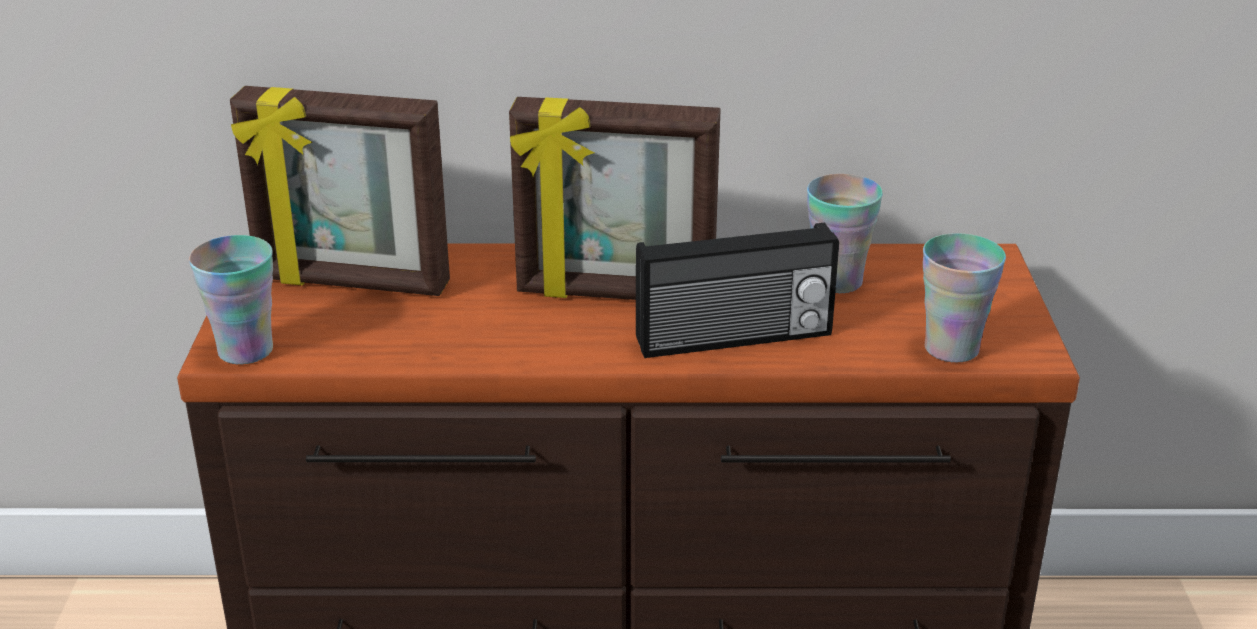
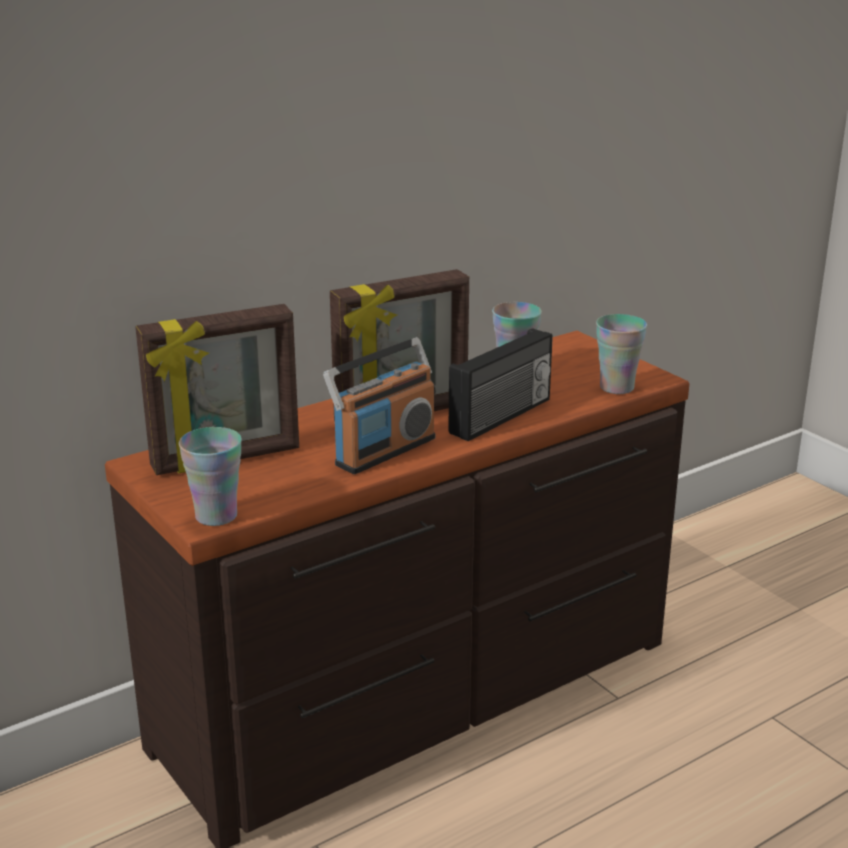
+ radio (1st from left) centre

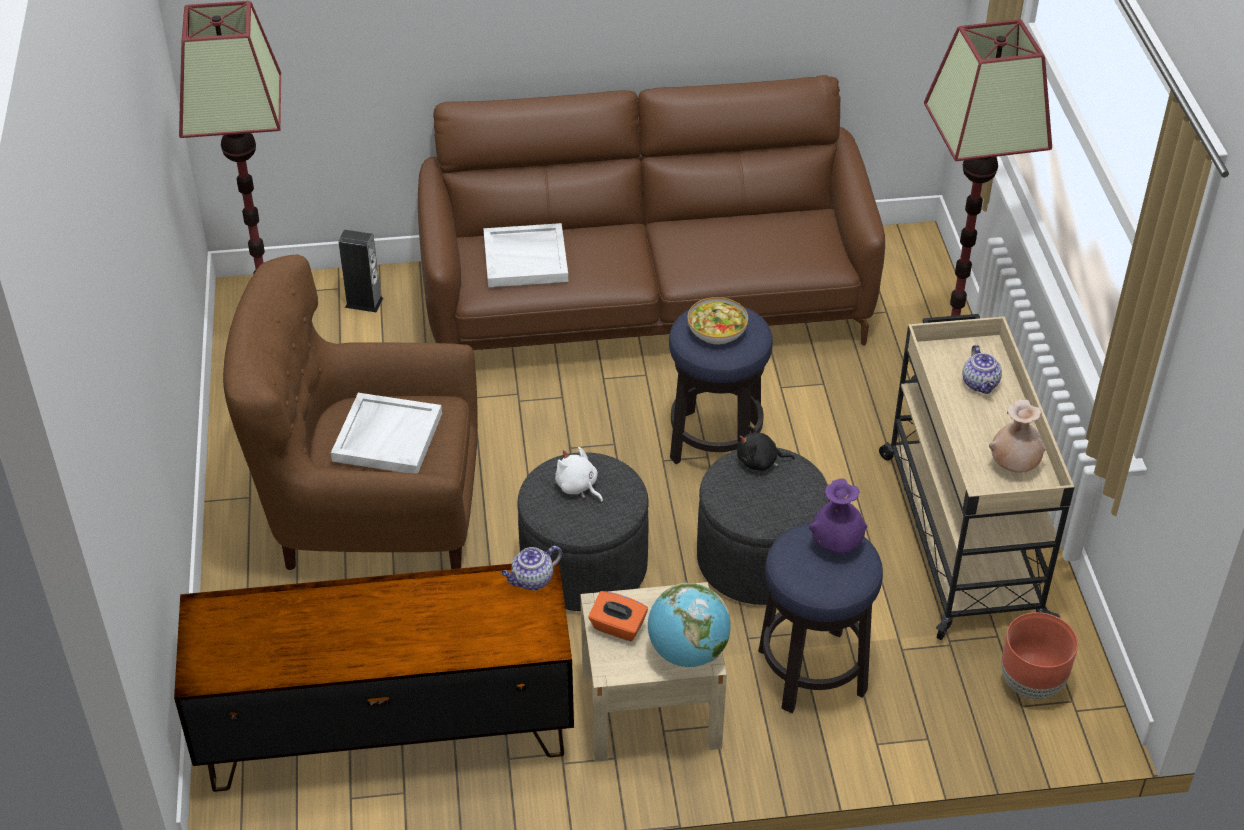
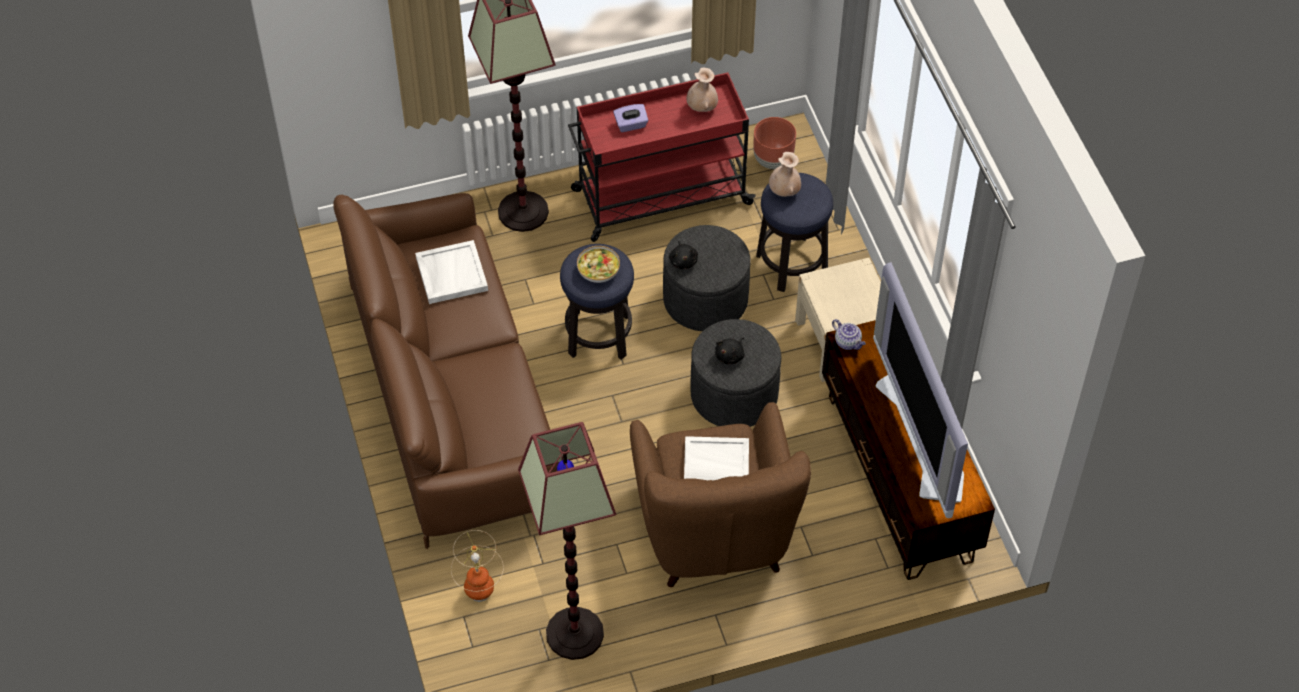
~ speaker top left to table lamp bottom centre
~ tray (white) (2nd from left in the first image) top centre to tray (white) (1st from left) centre
~ plush toy (white) centre to plush toy (black) (2nd from left) centre
- tissue box (orange) bottom centre
- globe bottom centre
~ vase (purple) middle right to vase (beige) (2nd from left) top centre
~ cart (beige) middle right to cart (red) top centre
~ teapot (2nd from left) middle right to tissue box (purple) top centre
+ television middle right

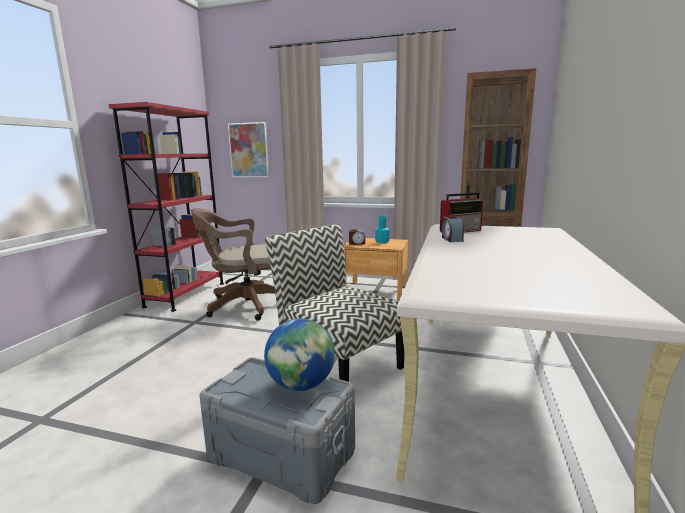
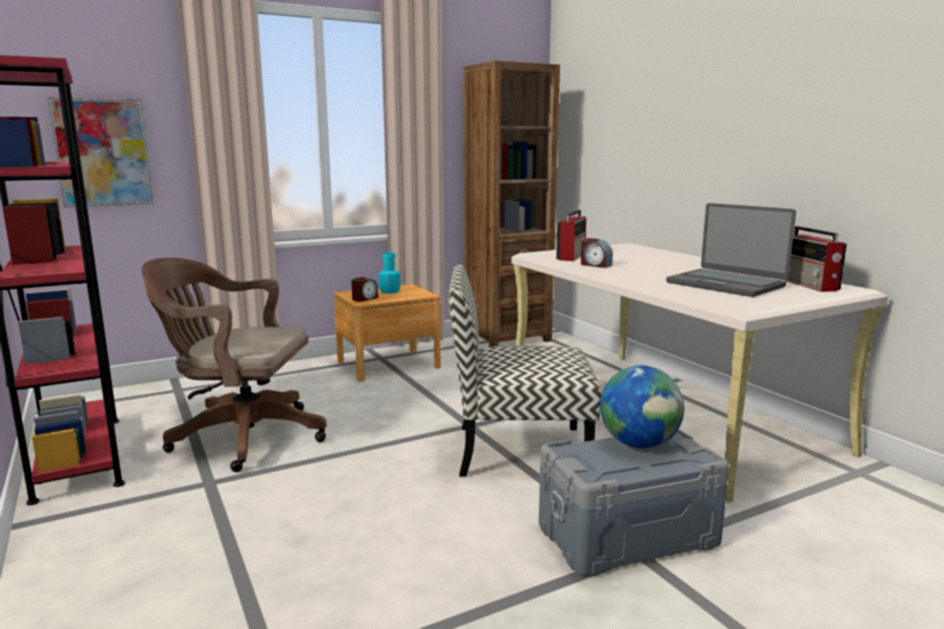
~ office chair (brown) centre = middle left 60 degrees clockwise
+ laptop middle right
+ radio (2nd from left) middle right

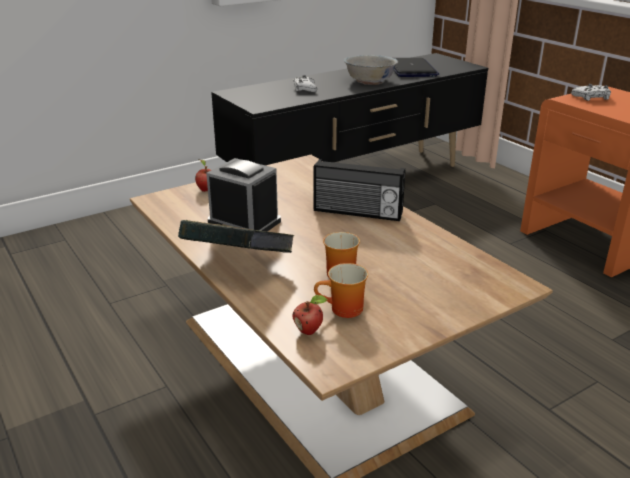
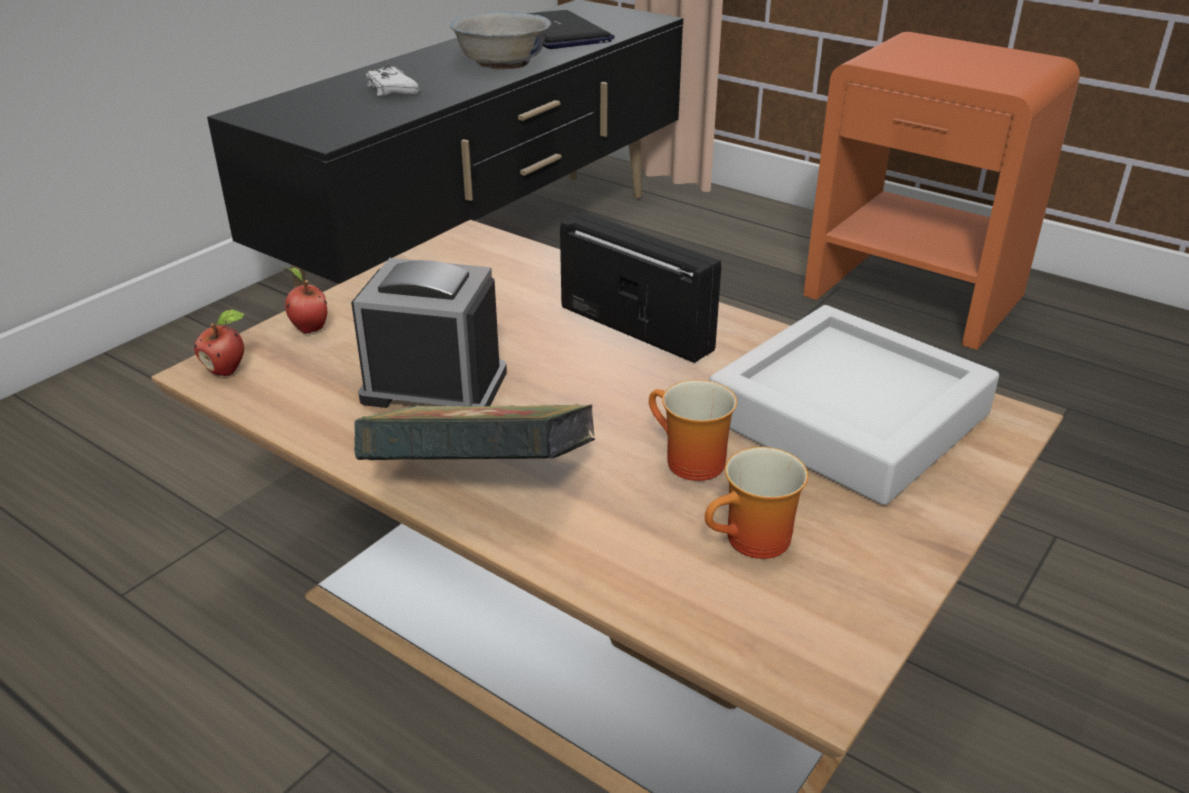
~ apple (2nd from left in the first image) centre to apple (1st from left) middle left
~ radio centre = centre 135 degrees counterclockwise
- game controller (white) (2nd from left) top right
+ tray (grey) middle right

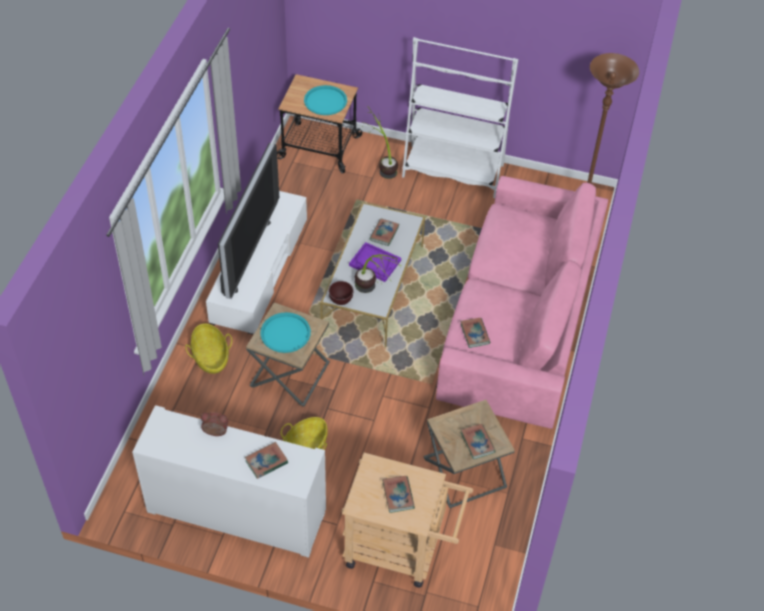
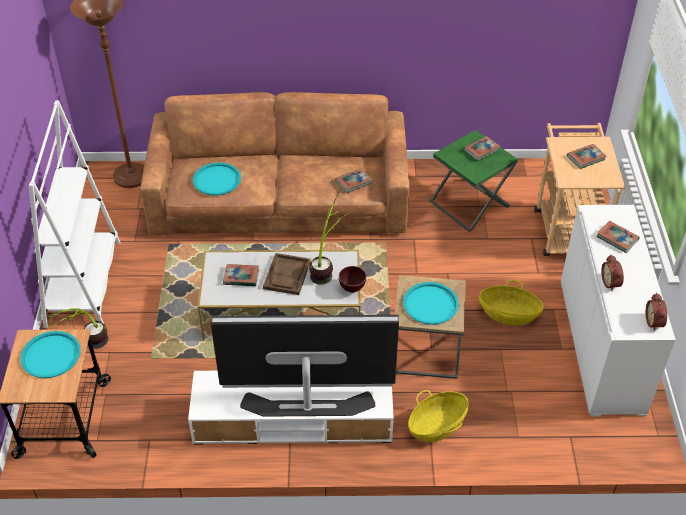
~ tray (purple) centre to tray (brown) centre
~ side table (brown) (2nd from left) bottom centre to side table (green) middle right
~ sofa (pink) middle right to sofa (brown) top centre
+ tray (turquoise) (2nd from left) middle left
+ alarm clock (2nd from left) middle right

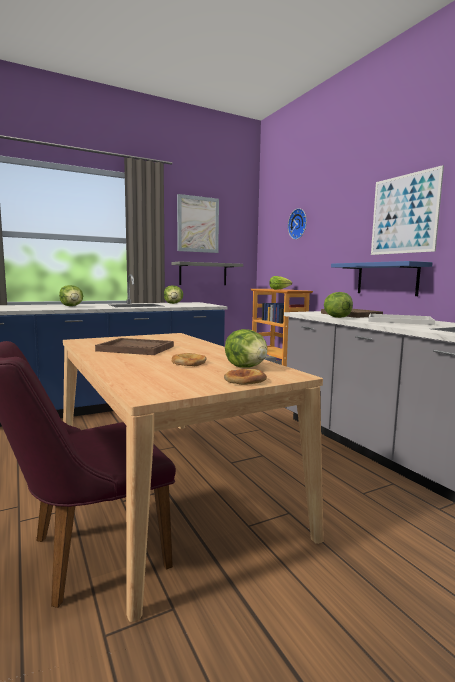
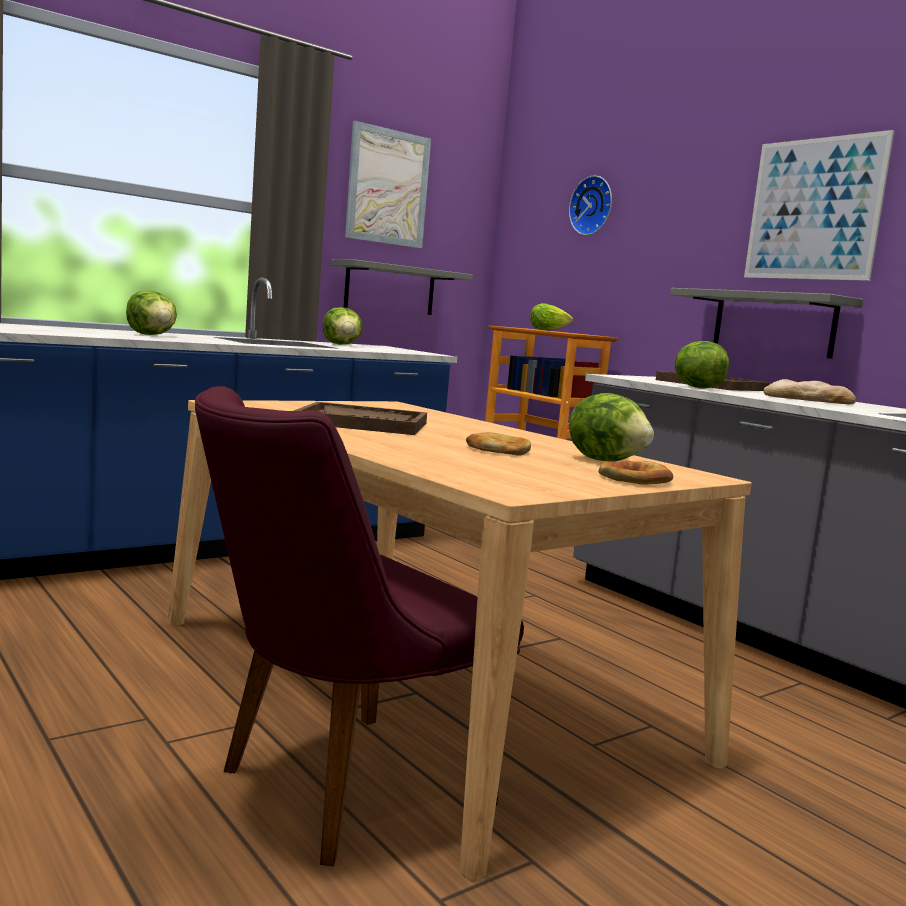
~ shelf (blue) middle right to shelf (grey) (2nd from left) middle right
~ tray (white) middle right to bread (3rd from left) middle right

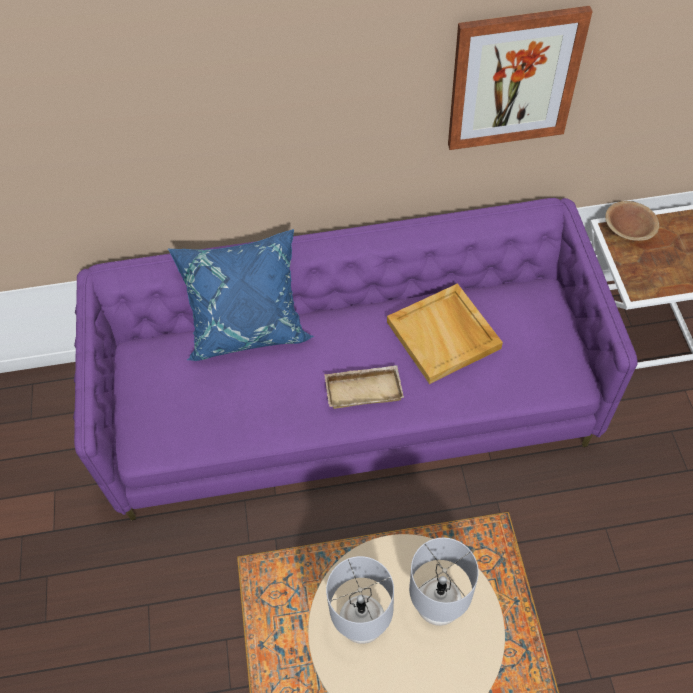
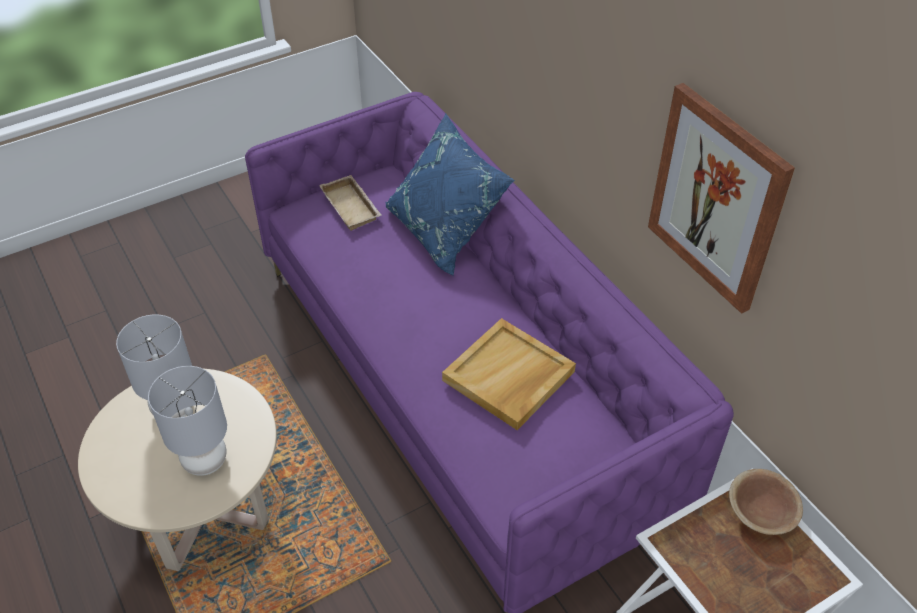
~ tray (beige) (1st from left) centre to top centre

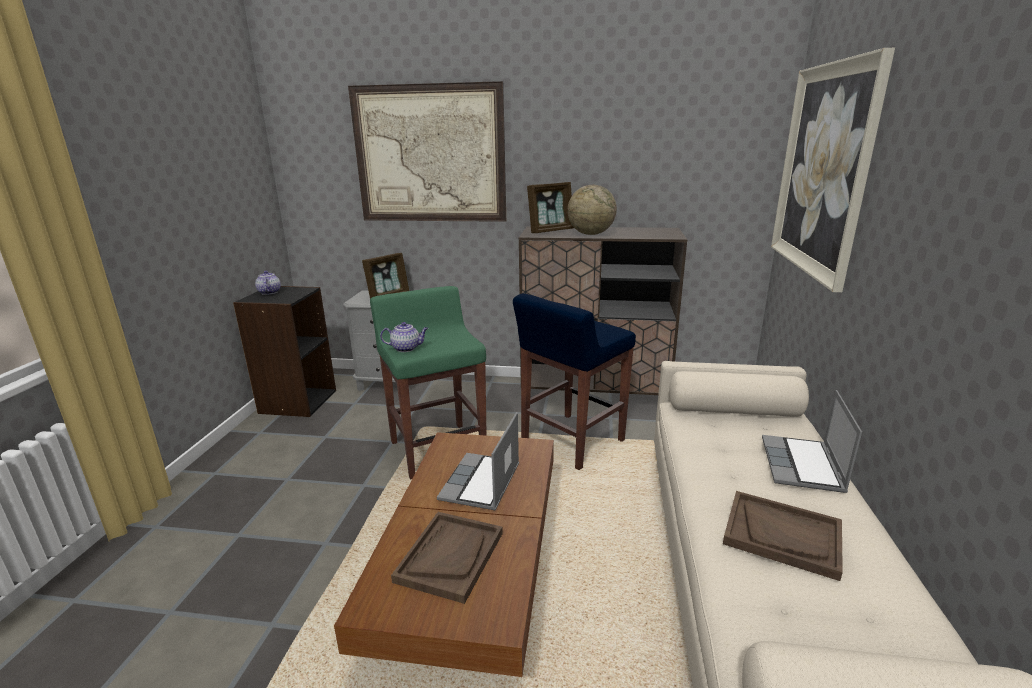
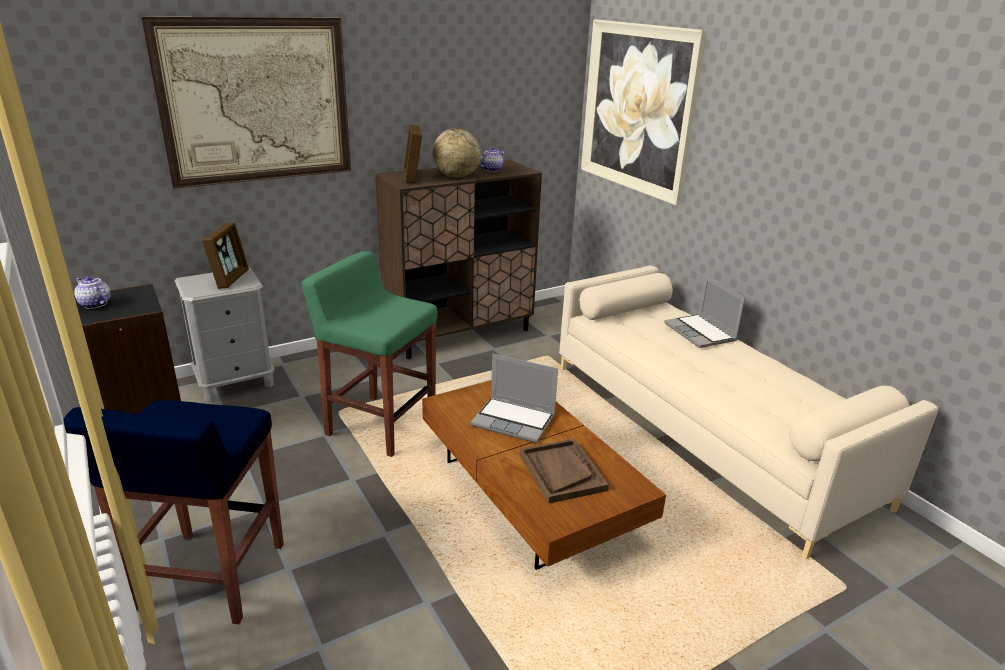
~ teapot (2nd from left) centre to top centre
~ laptop (1st from left) bottom centre = centre 45 degrees counterclockwise
~ stool (blue) centre to bottom left
~ picture frame (2nd from left) top centre = top centre 150 degrees clockwise
- tray (brown) (2nd from left) bottom right

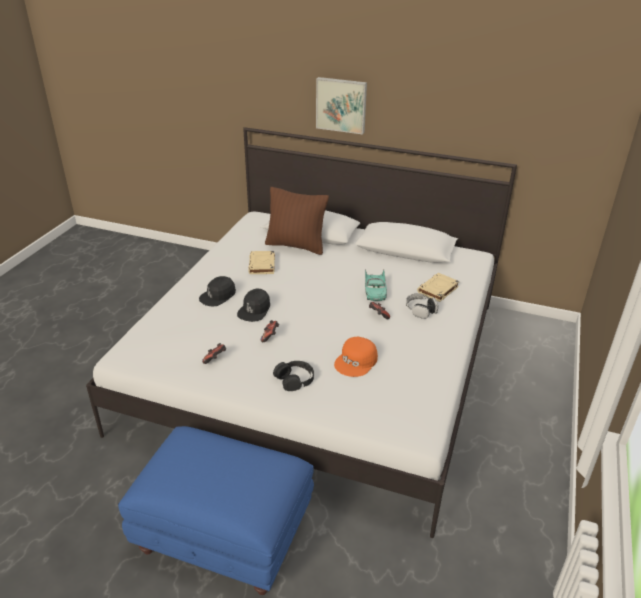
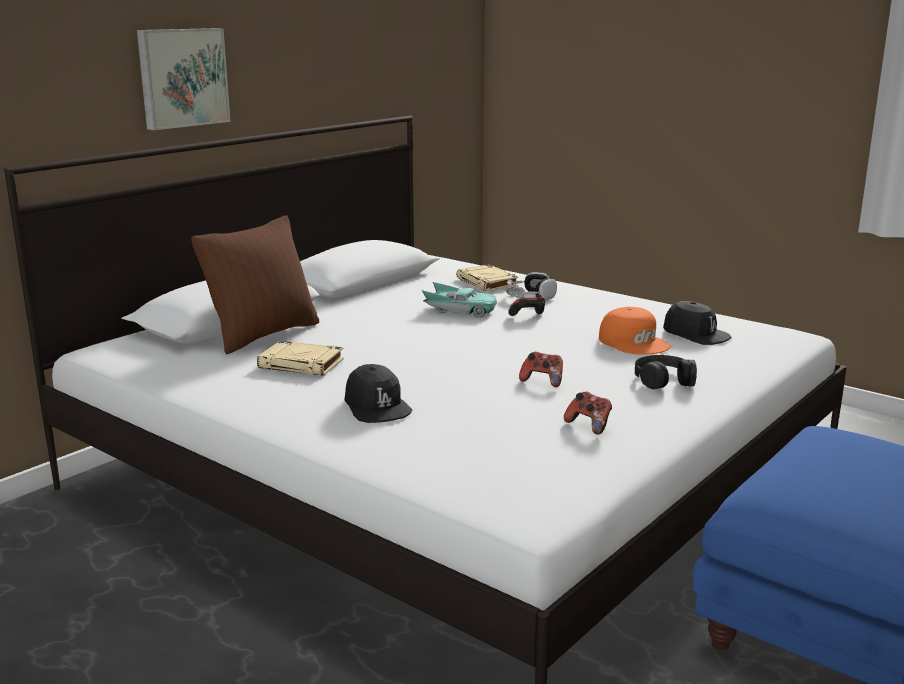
~ cap (black) (2nd from left) centre to middle right

